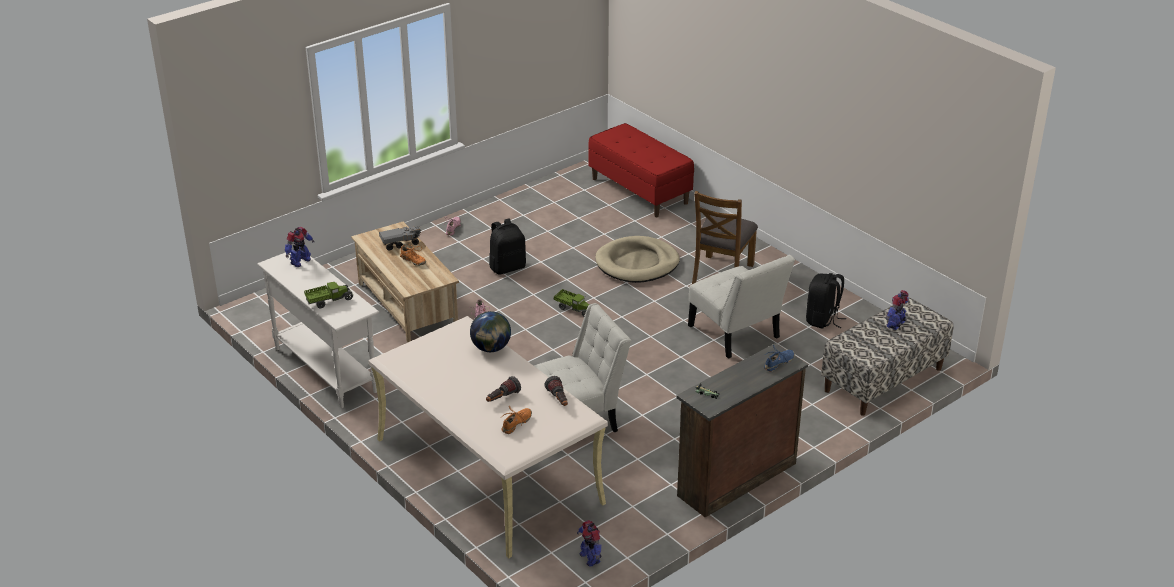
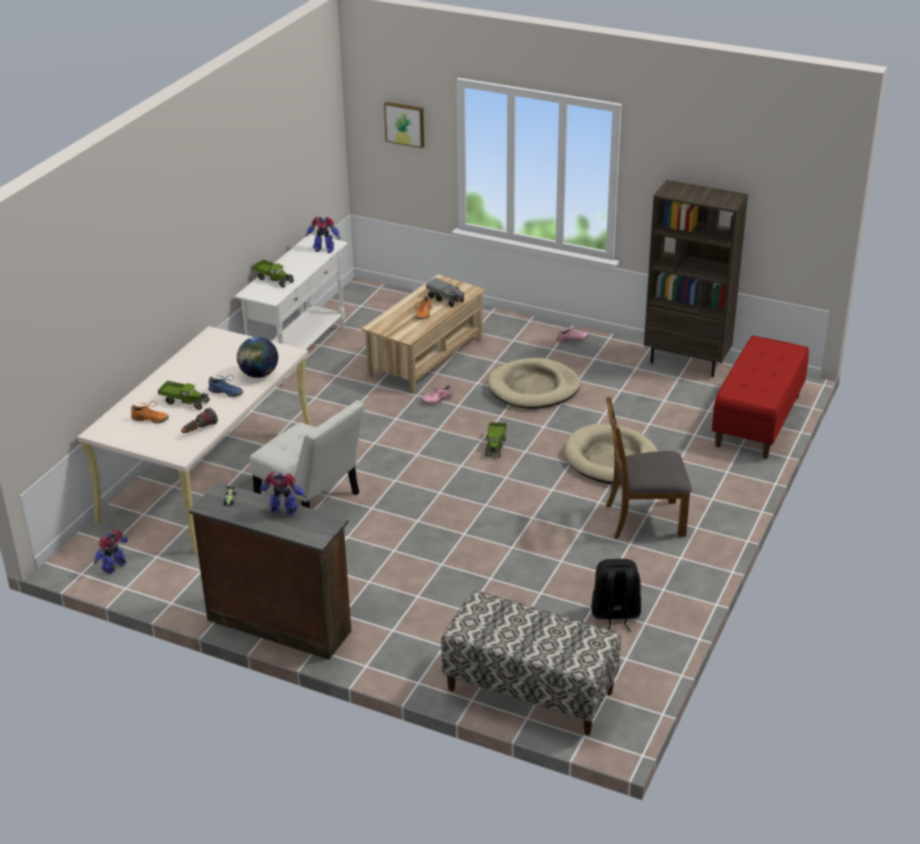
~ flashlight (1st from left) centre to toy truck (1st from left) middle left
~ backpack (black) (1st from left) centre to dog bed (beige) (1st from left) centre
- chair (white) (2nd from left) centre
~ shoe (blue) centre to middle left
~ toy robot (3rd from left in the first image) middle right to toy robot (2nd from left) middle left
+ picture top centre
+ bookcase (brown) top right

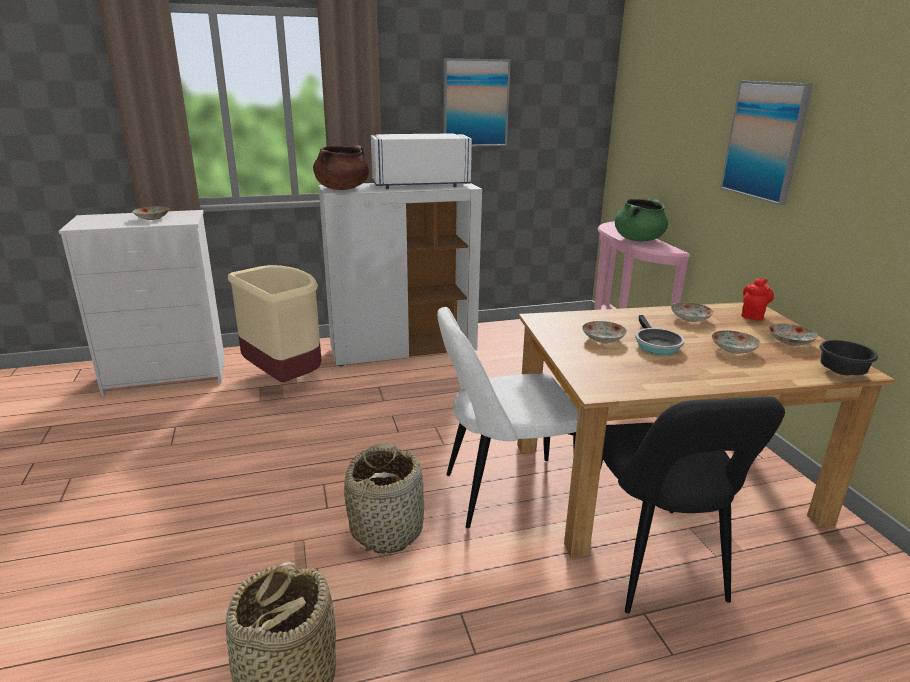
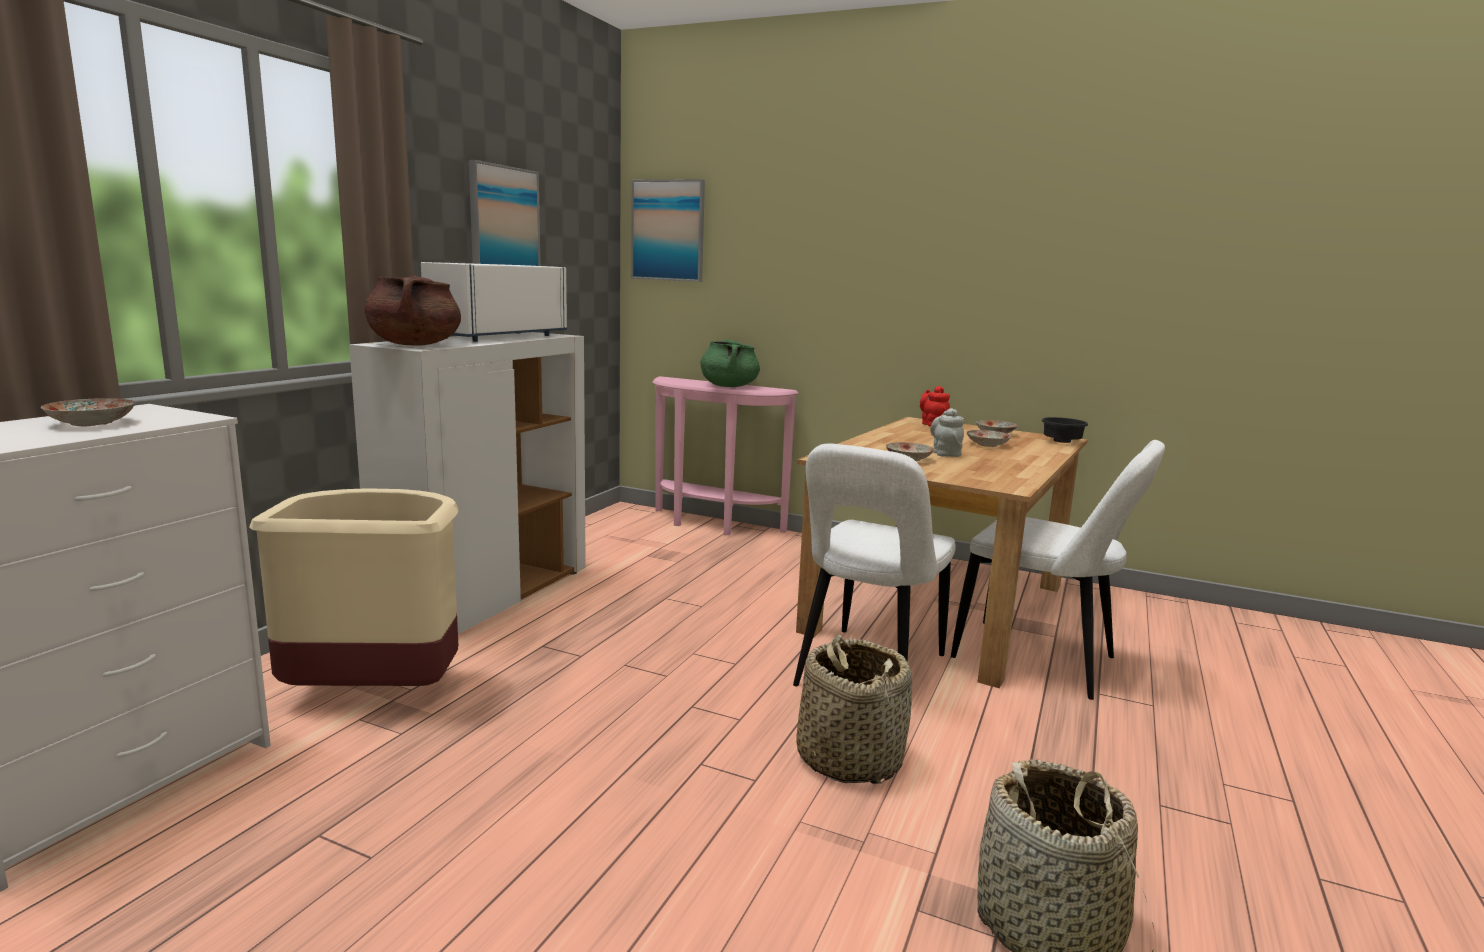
~ chair (black) bottom right to chair (white) (2nd from left) middle right
~ frying pan middle right to teapot (grey) centre
- plate (3rd from left) middle right
~ picture (2nd from left) top right to top centre

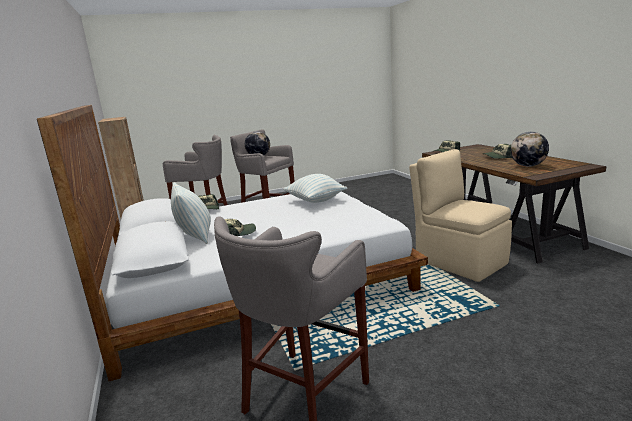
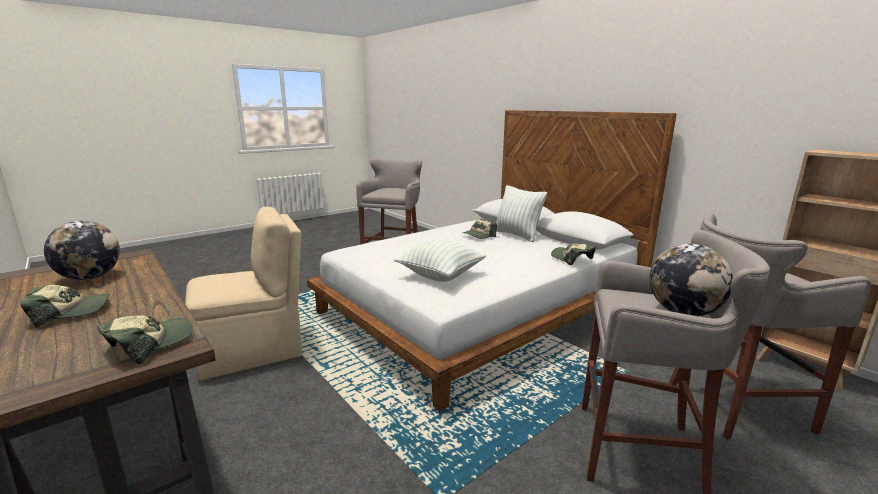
~ chair (beige) middle right = middle left 60 degrees counterclockwise

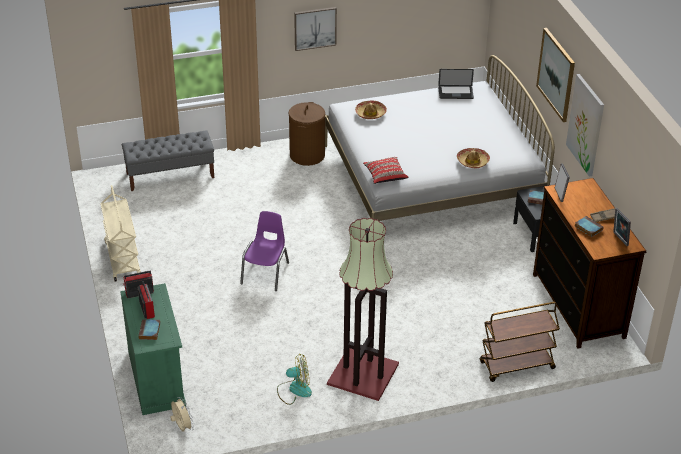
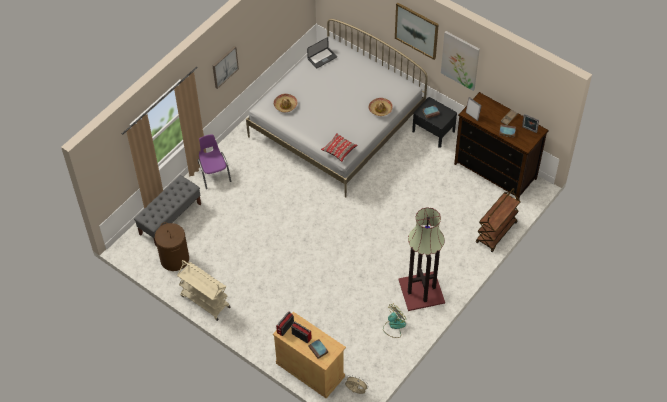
~ cabinet (green) bottom left to cabinet (beige) bottom centre
~ chair (purple) centre to middle left
~ laundry basket (brown) top centre to middle left

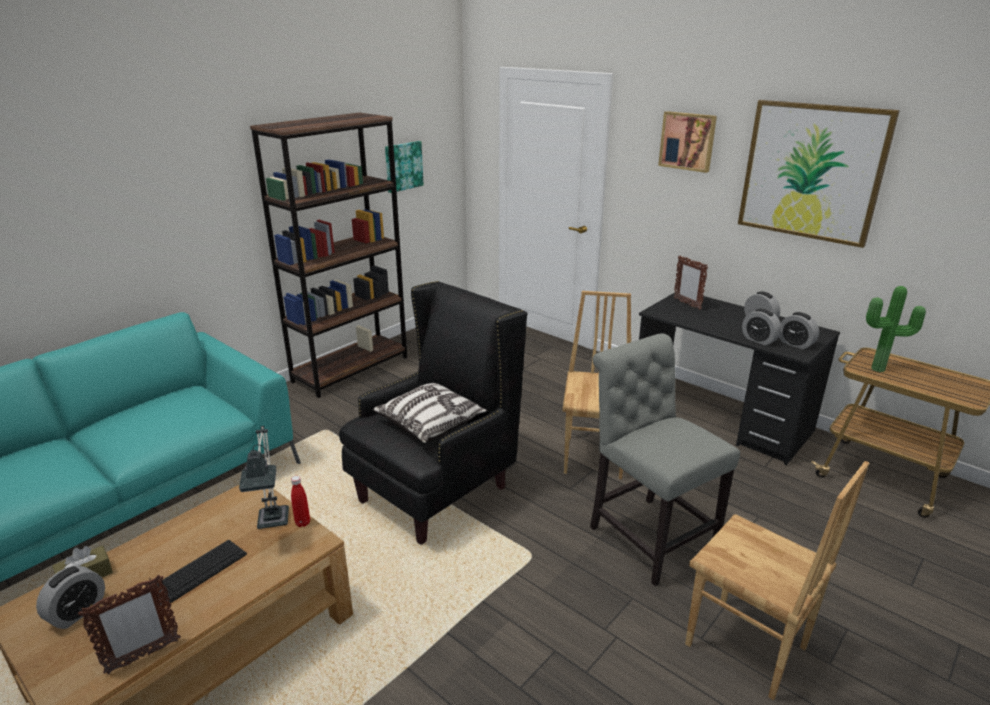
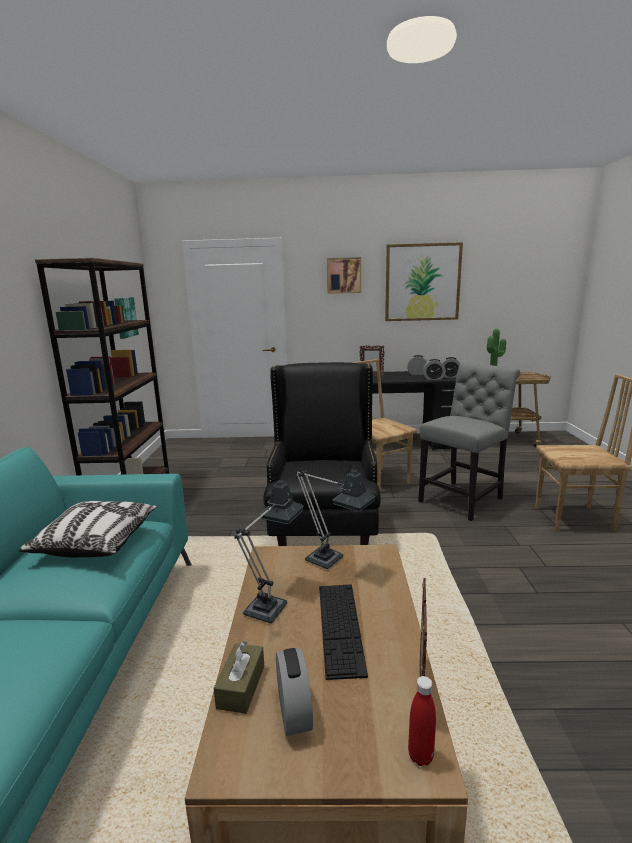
~ bottle (red) bottom left to bottom right
~ pillow centre to middle left
~ chair (grey) middle right = middle right 120 degrees clockwise
+ table lamp (1st from left) centre

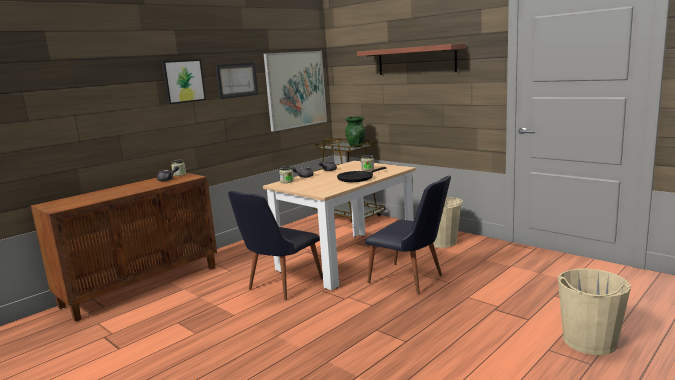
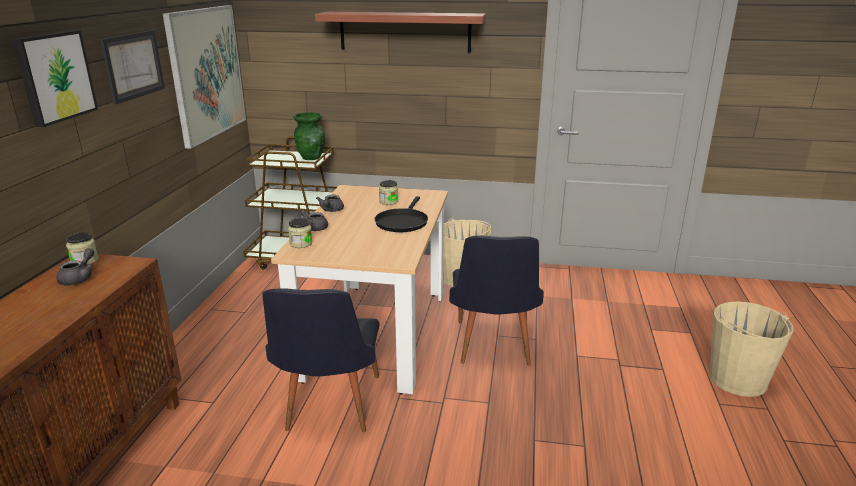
~ chair (black) (2nd from left) centre = centre 90 degrees clockwise

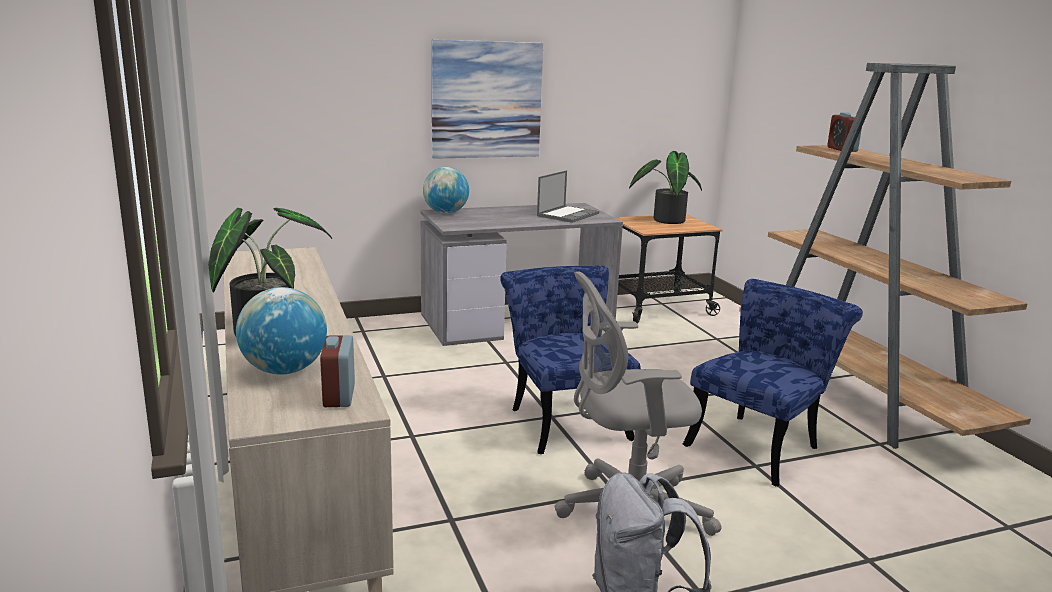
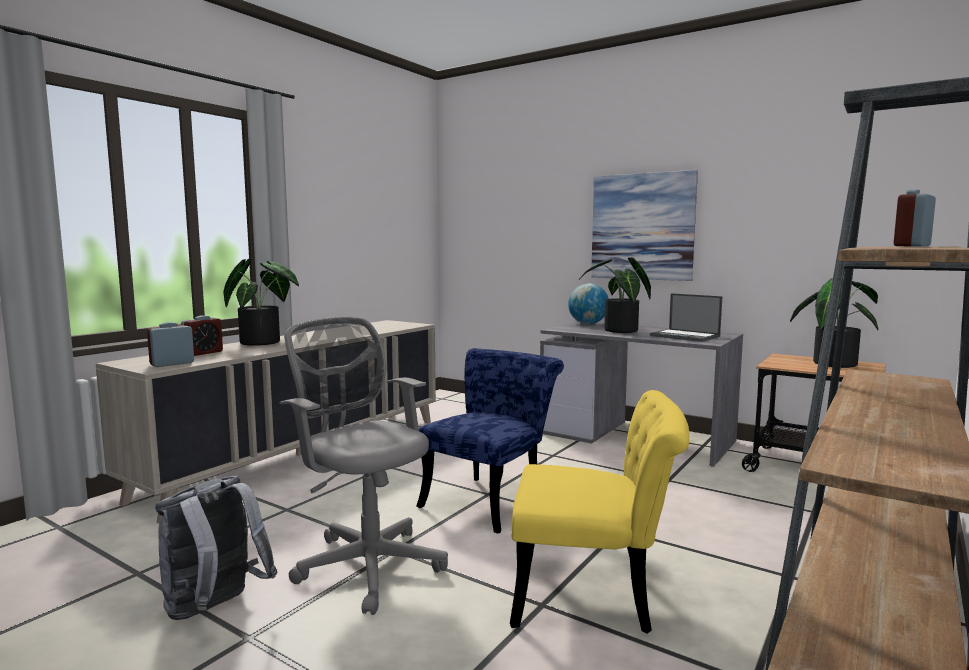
~ globe (1st from left) middle left to alarm clock (2nd from left) middle left
~ laptop top centre = middle right 45 degrees clockwise
~ chair (blue) (2nd from left) middle right to chair (yellow) bottom centre
+ potted plant (2nd from left) centre

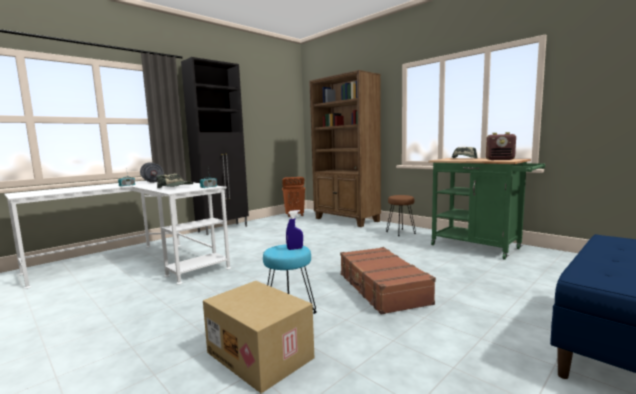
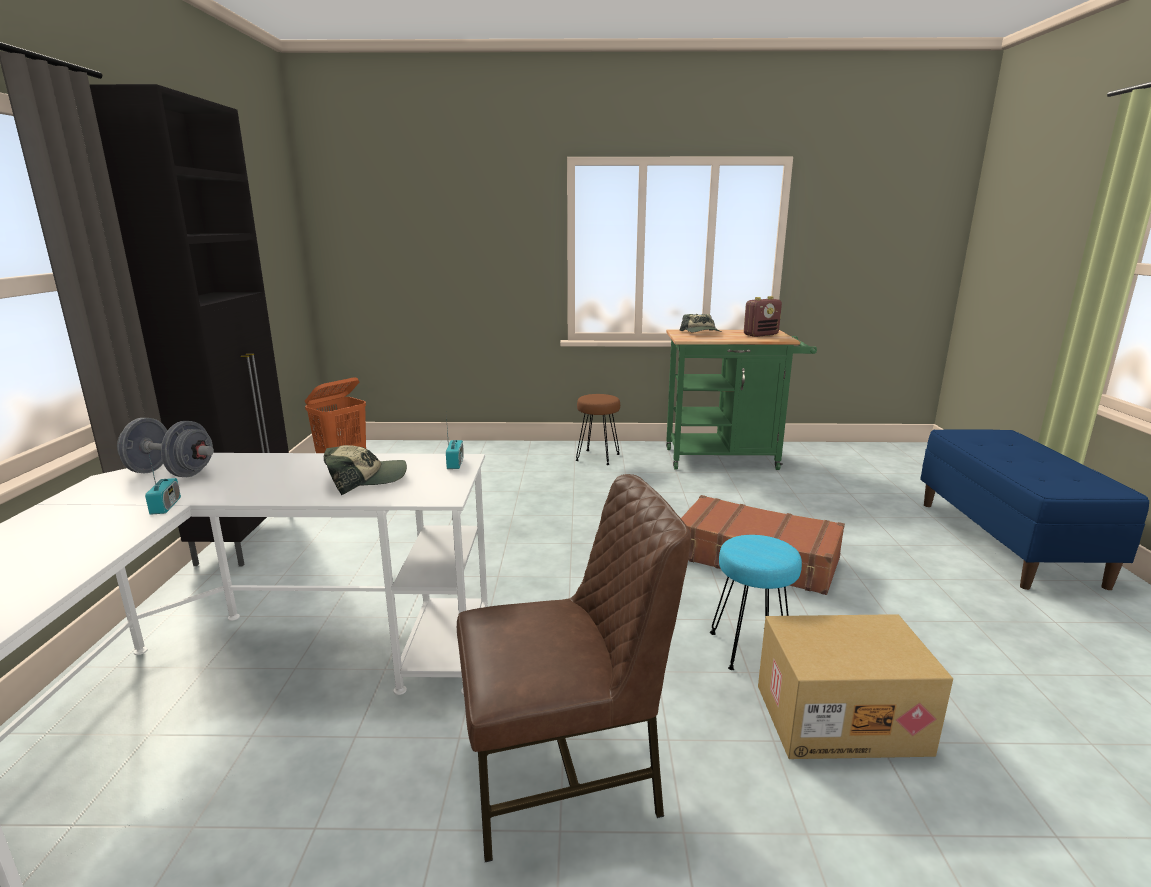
- spray bottle (blue) centre
- bookcase (brown) centre
+ chair (brown) bottom centre

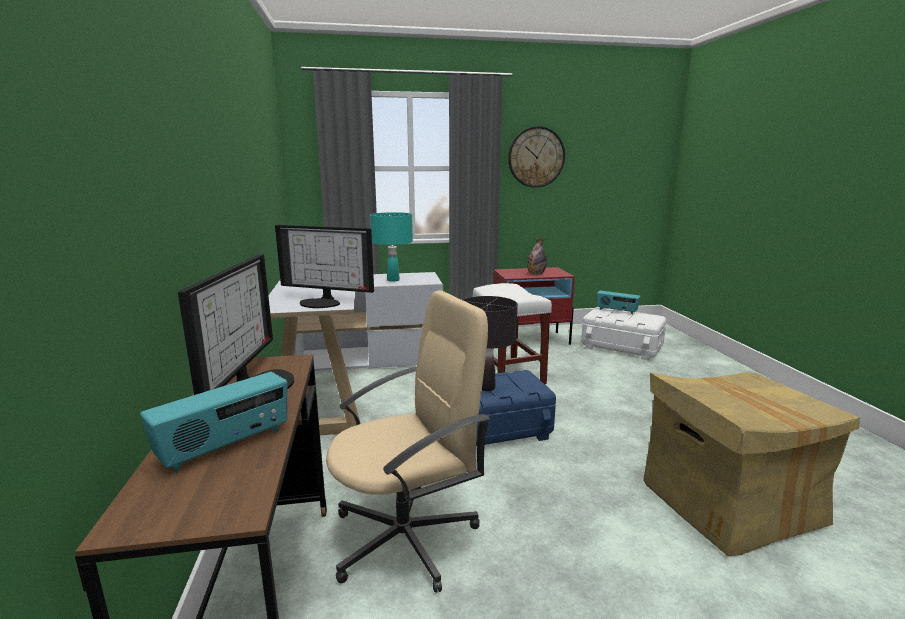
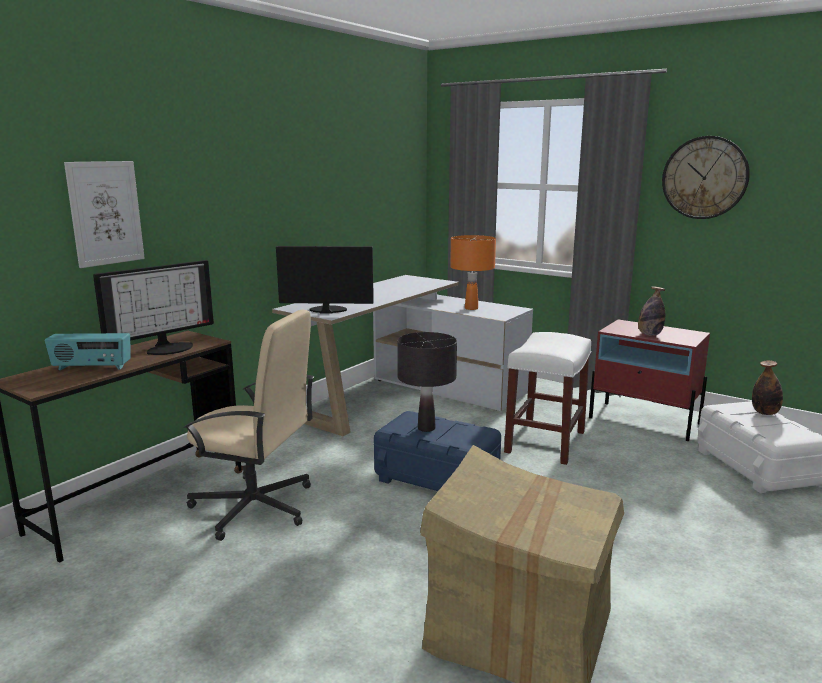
~ monitor (2nd from left) centre = centre 120 degrees clockwise
~ table lamp (turquoise) centre to table lamp (orange) centre
~ radio (2nd from left) middle right to bottle (2nd from left) middle right
+ picture top left

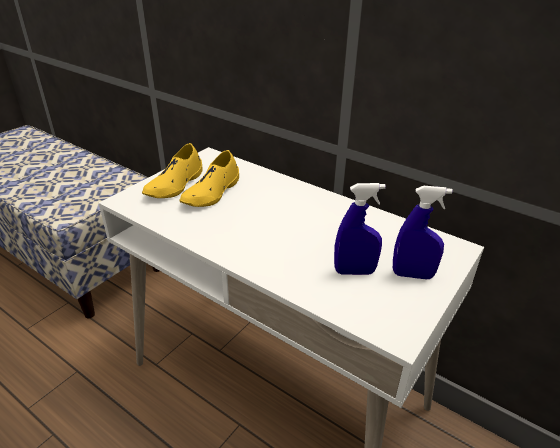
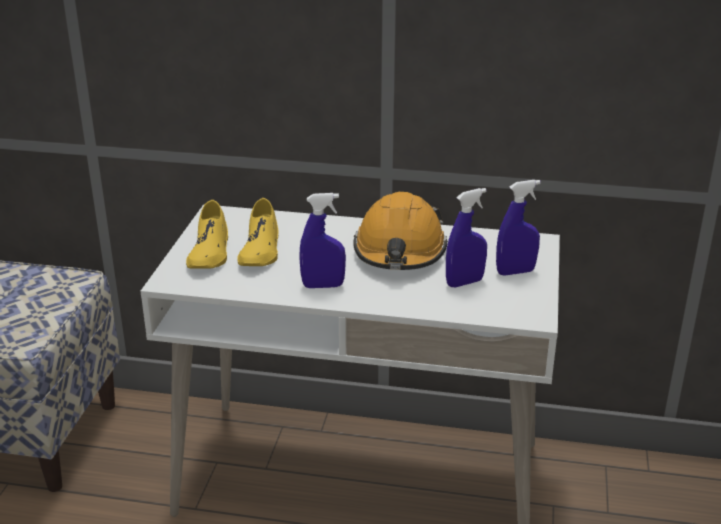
+ spray bottle (blue) (1st from left) centre
+ hard hat (orange) centre

